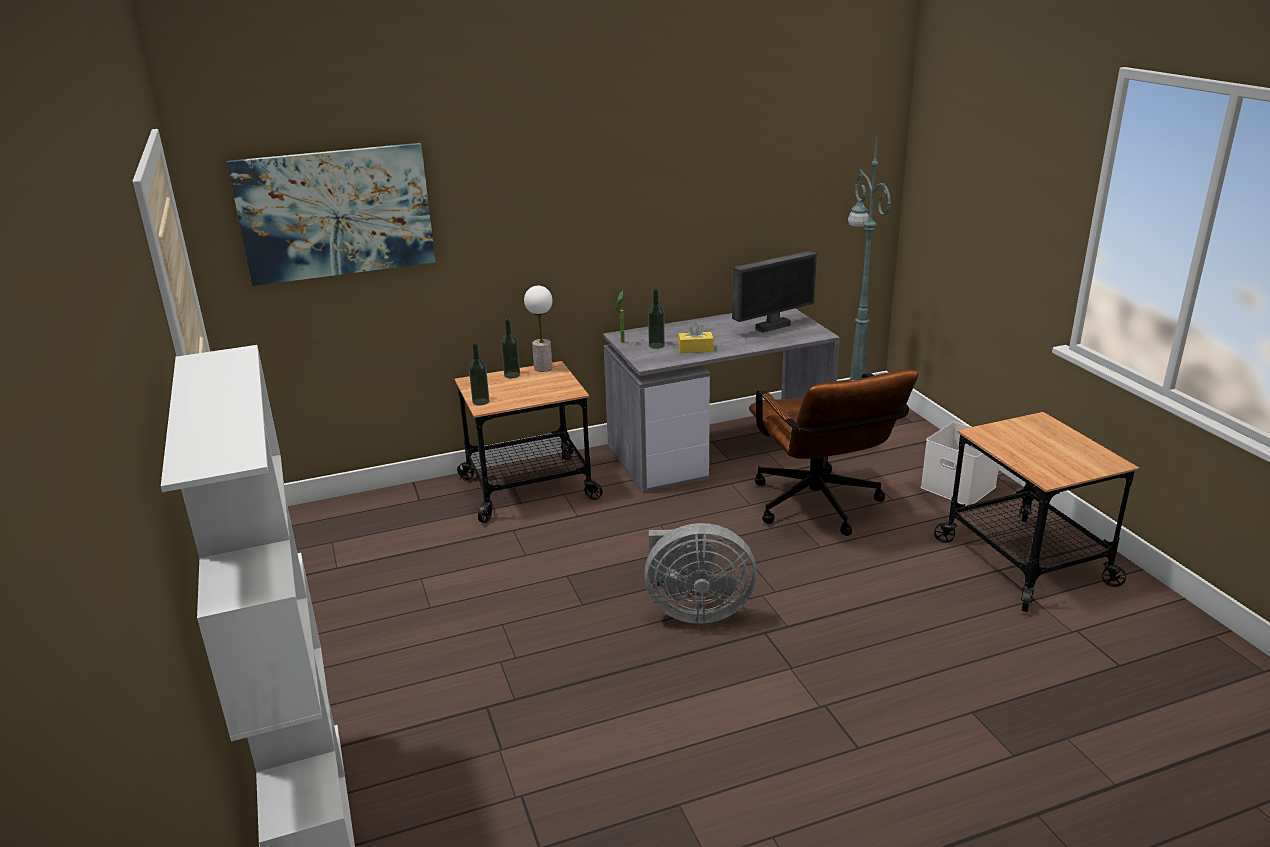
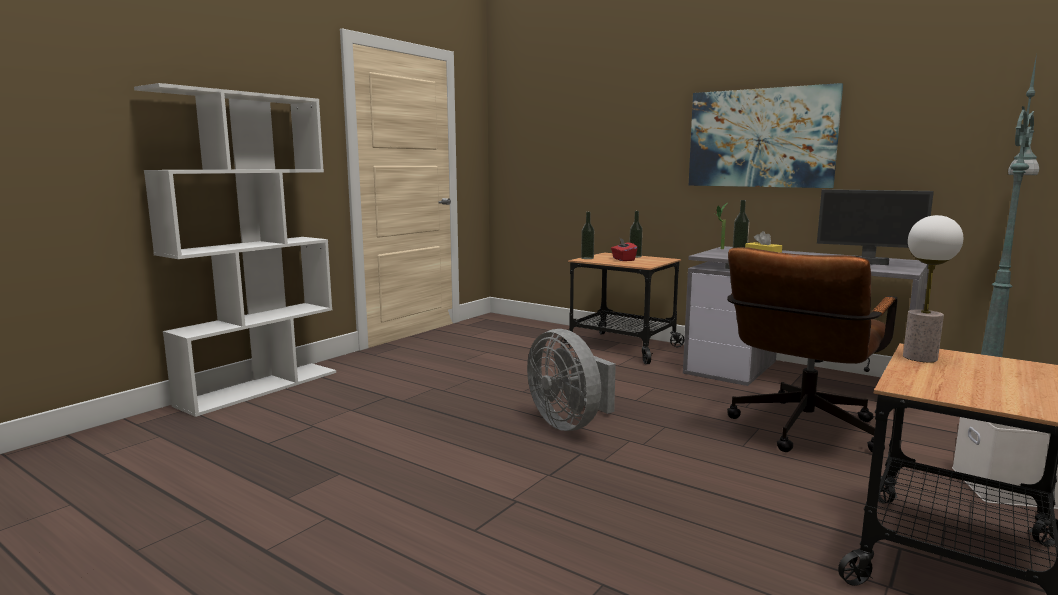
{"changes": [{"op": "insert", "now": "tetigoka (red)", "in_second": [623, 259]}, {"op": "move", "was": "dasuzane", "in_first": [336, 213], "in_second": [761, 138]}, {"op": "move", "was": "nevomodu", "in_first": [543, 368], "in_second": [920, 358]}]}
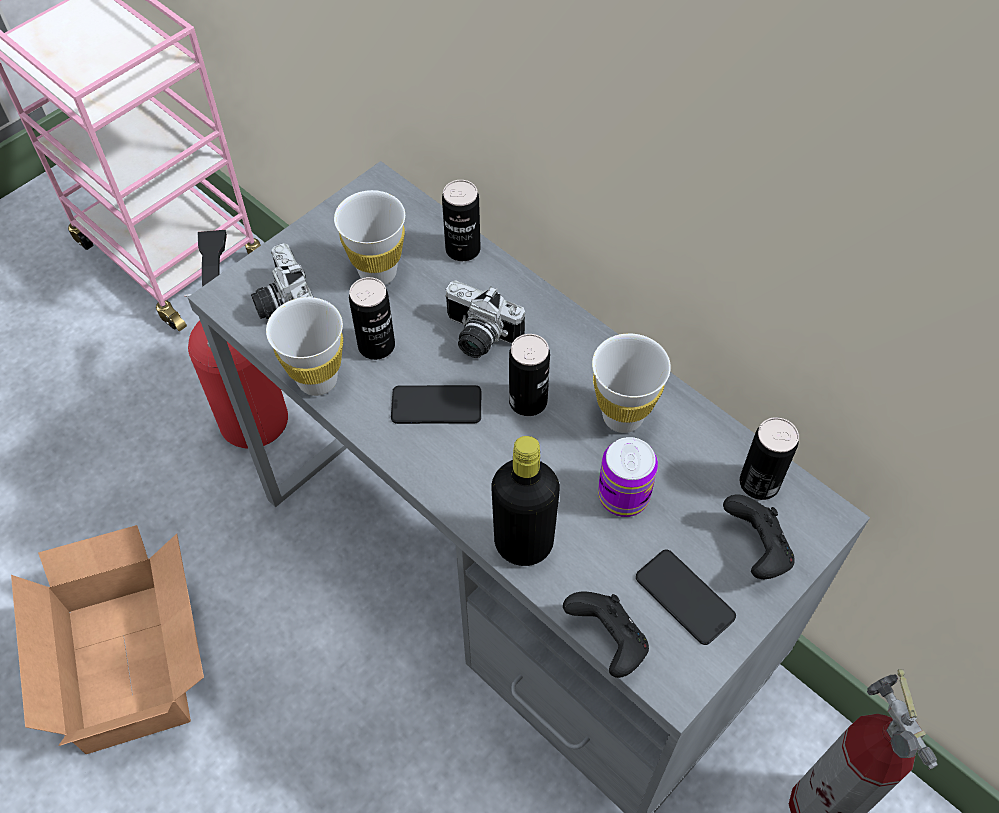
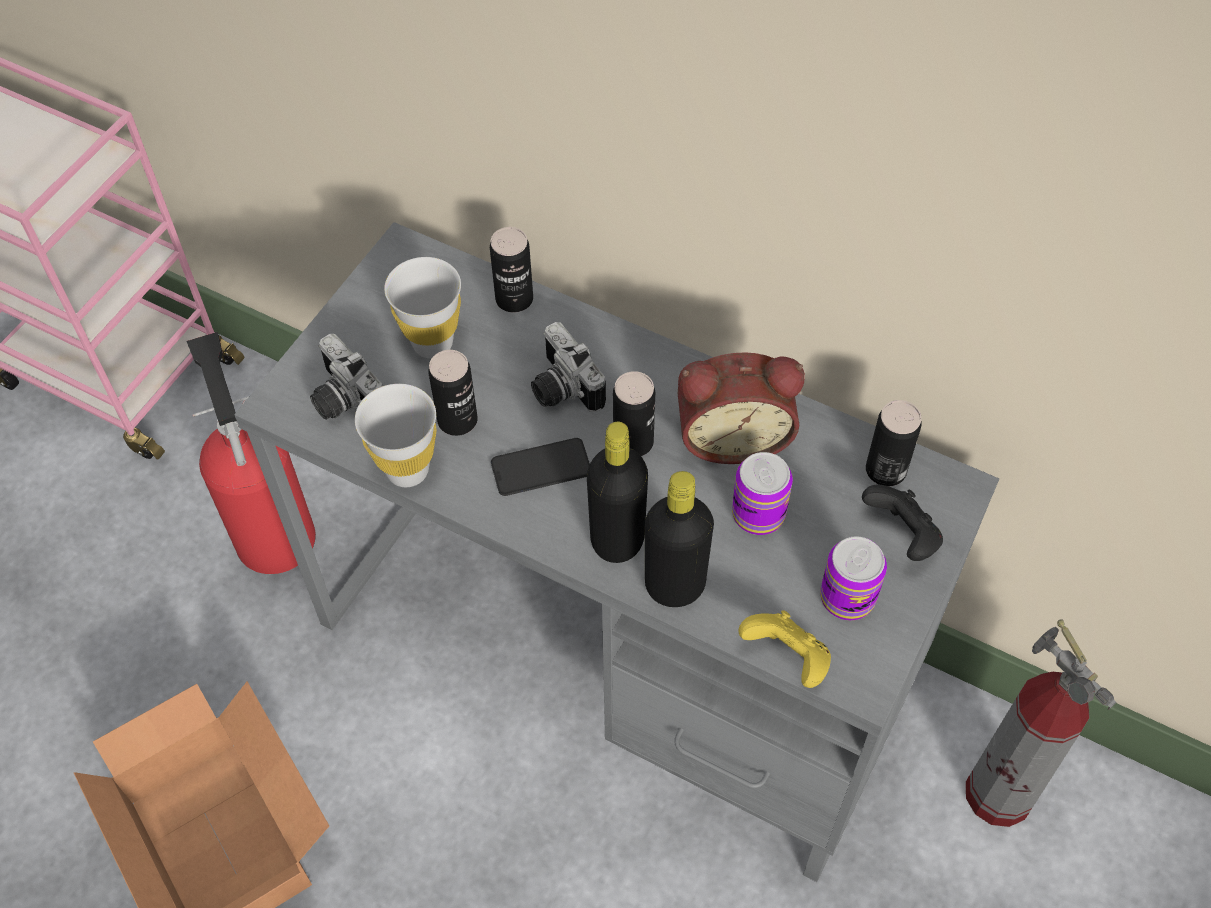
{"changes": [{"op": "insert", "now": "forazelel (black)", "in_second": [617, 540]}, {"op": "replace", "was": "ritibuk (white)", "now": "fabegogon", "in_first": [622, 416], "in_second": [733, 435]}, {"op": "replace", "was": "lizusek", "now": "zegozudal", "in_first": [684, 597], "in_second": [847, 597]}, {"op": "recolor", "was": "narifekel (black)", "now": "narifekel (yellow)", "in_first": [608, 641], "in_second": [787, 659]}, {"op": "rotate", "was": "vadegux", "in_first": [478, 338], "in_second": [561, 388], "clockwise": 45}]}
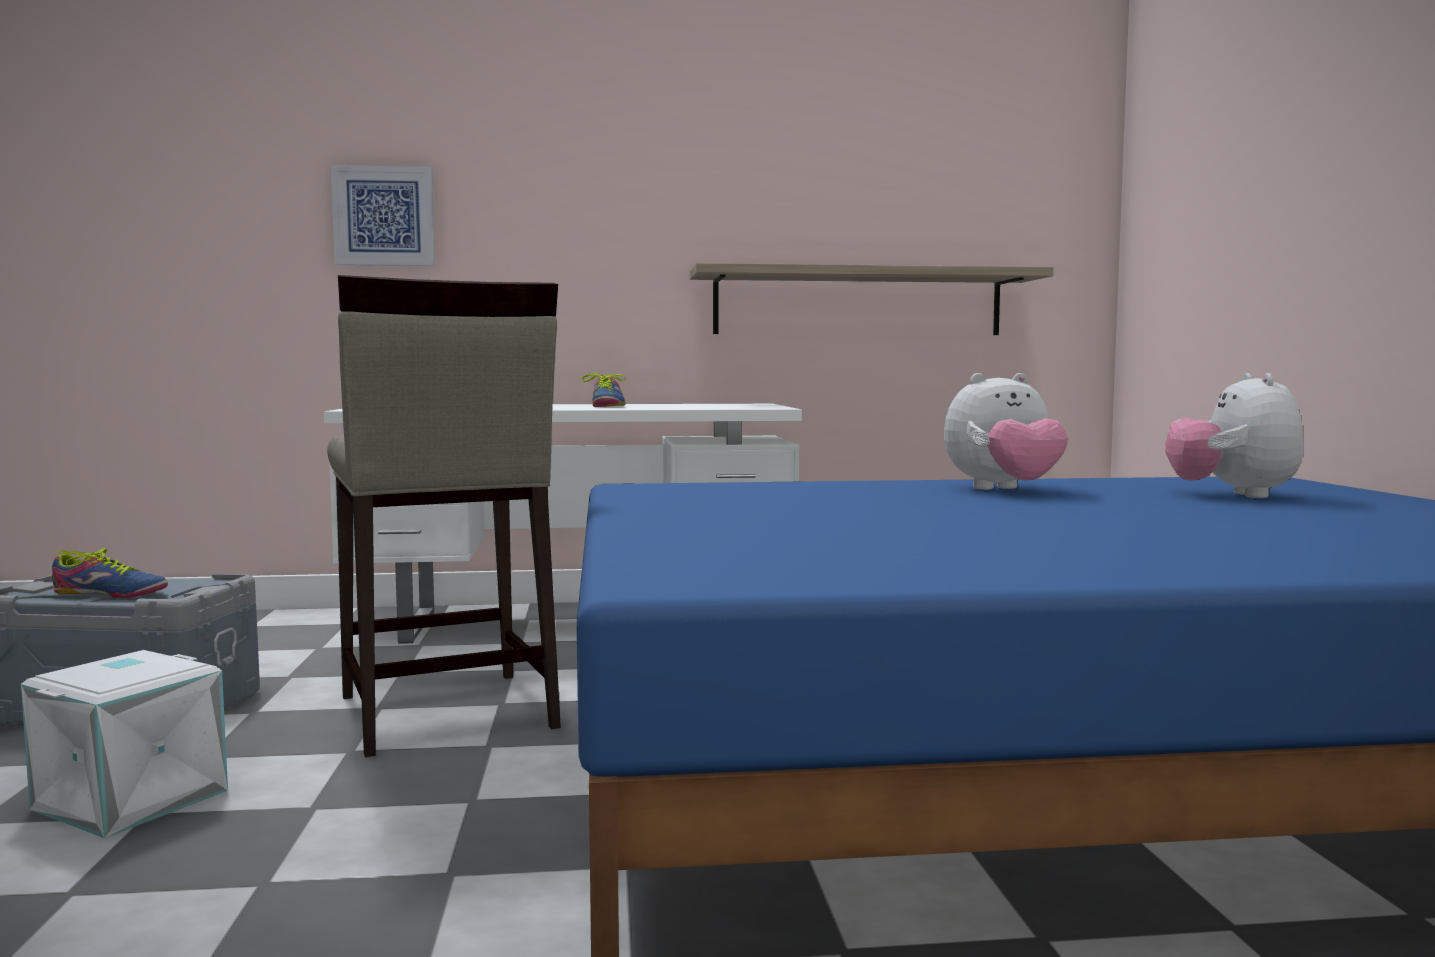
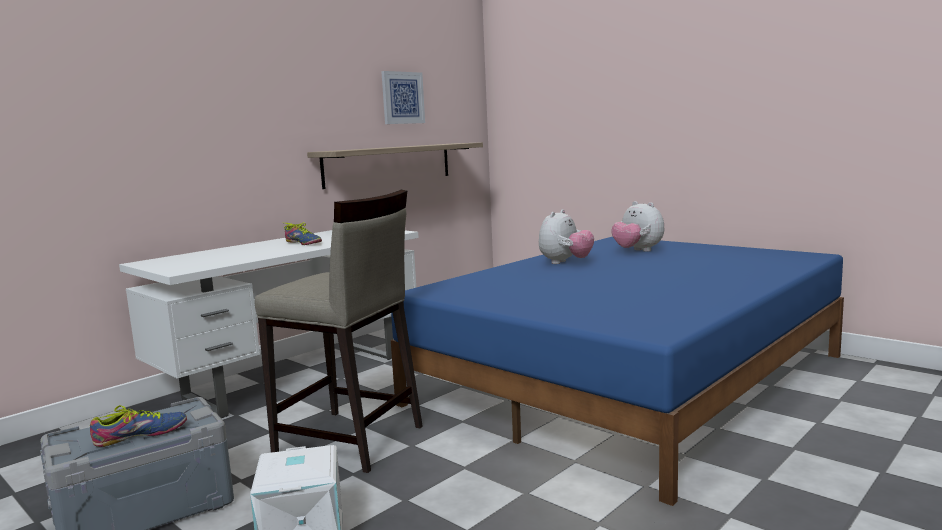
{"changes": [{"op": "move", "was": "dasuzane", "in_first": [384, 216], "in_second": [402, 98]}]}
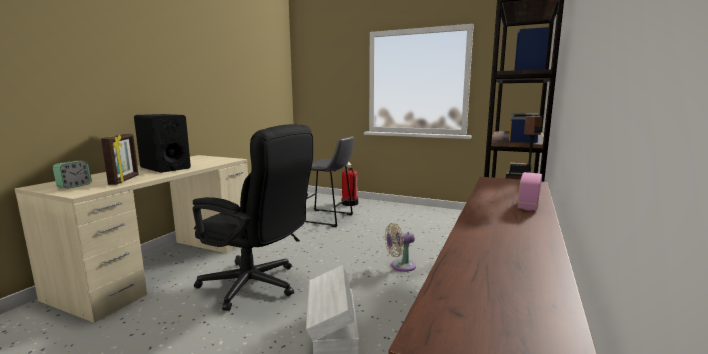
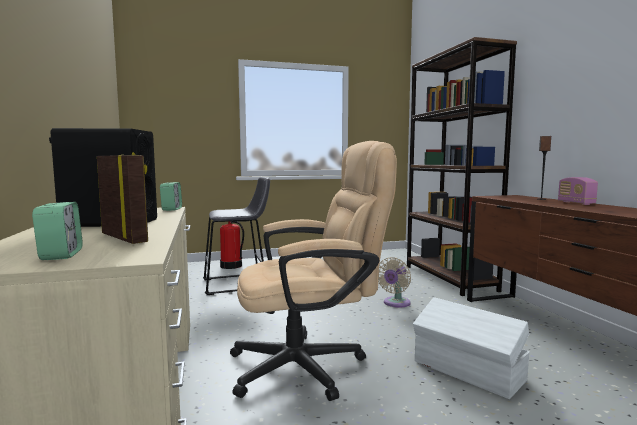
{"changes": [{"op": "insert", "now": "fabegogon", "in_second": [172, 209]}, {"op": "recolor", "was": "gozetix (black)", "now": "gozetix (beige)", "in_first": [257, 286], "in_second": [310, 365]}]}
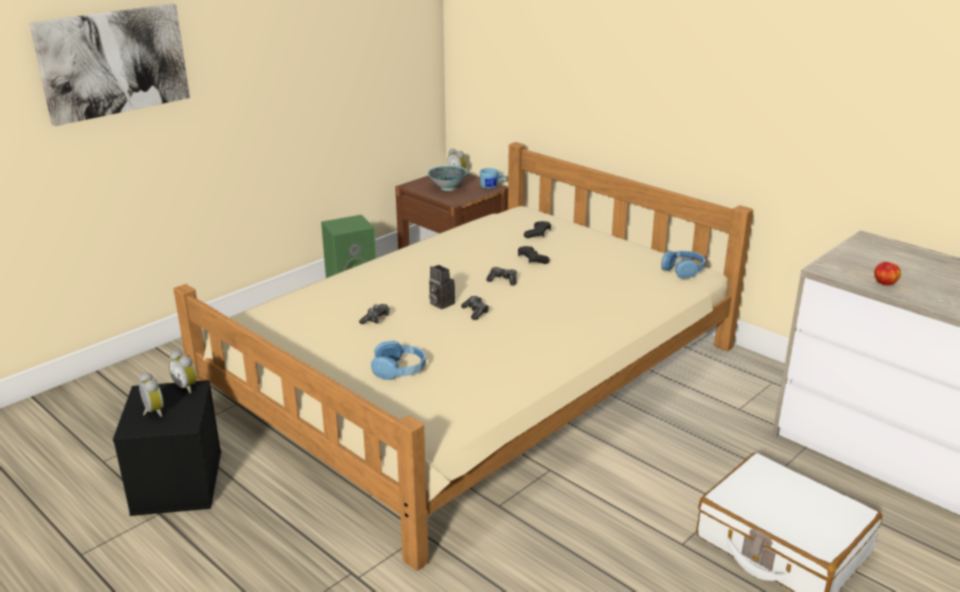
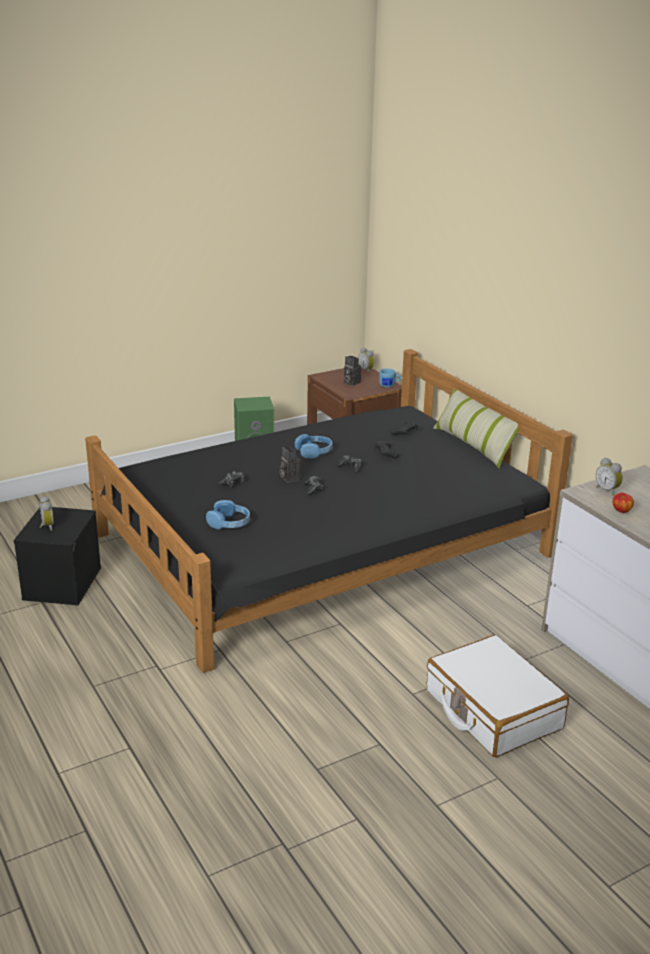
{"changes": [{"op": "delete", "was": "dasuzane", "in_first": [113, 62]}, {"op": "insert", "now": "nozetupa", "in_second": [474, 445]}, {"op": "move", "was": "fabegogon", "in_first": [187, 387], "in_second": [607, 490]}, {"op": "move", "was": "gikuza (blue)", "in_first": [683, 270], "in_second": [314, 452]}, {"op": "replace", "was": "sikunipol", "now": "vadegux", "in_first": [448, 188], "in_second": [350, 382]}, {"op": "recolor", "was": "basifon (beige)", "now": "basifon (black)", "in_first": [477, 376], "in_second": [321, 544]}]}
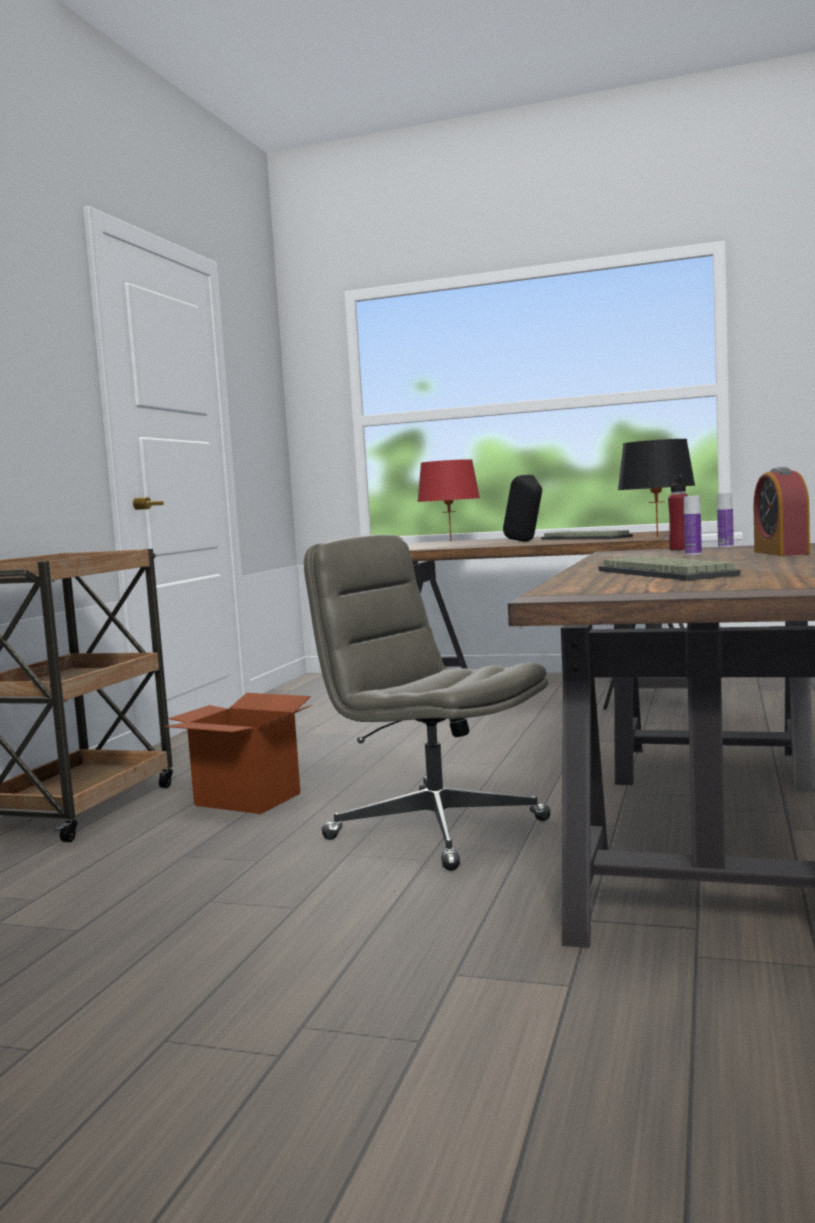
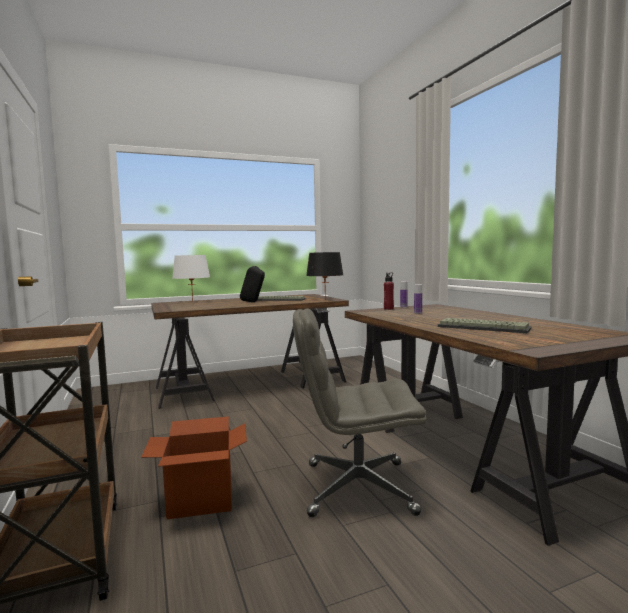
{"changes": [{"op": "delete", "was": "fabegogon", "in_first": [781, 553]}, {"op": "recolor", "was": "nevomodu (red)", "now": "nevomodu (white)", "in_first": [450, 541], "in_second": [192, 301]}]}
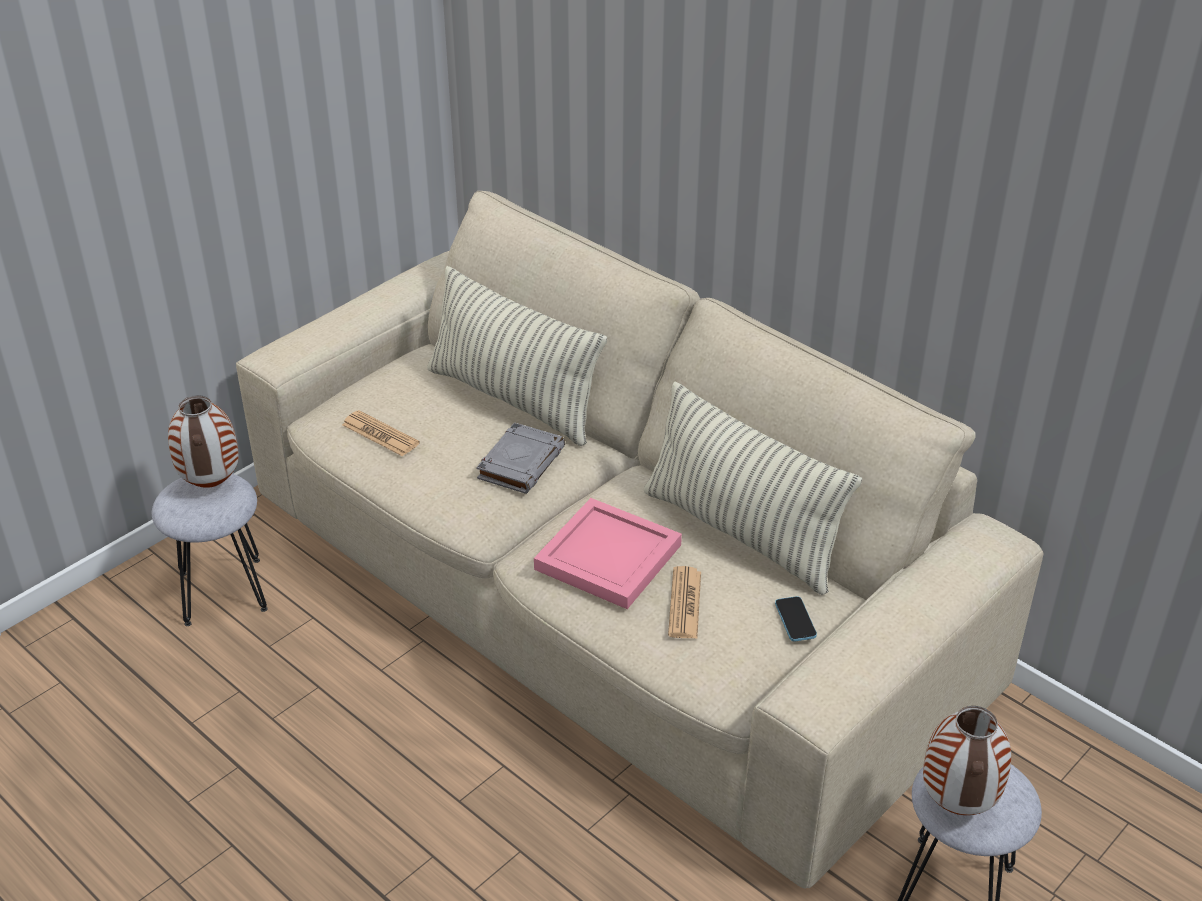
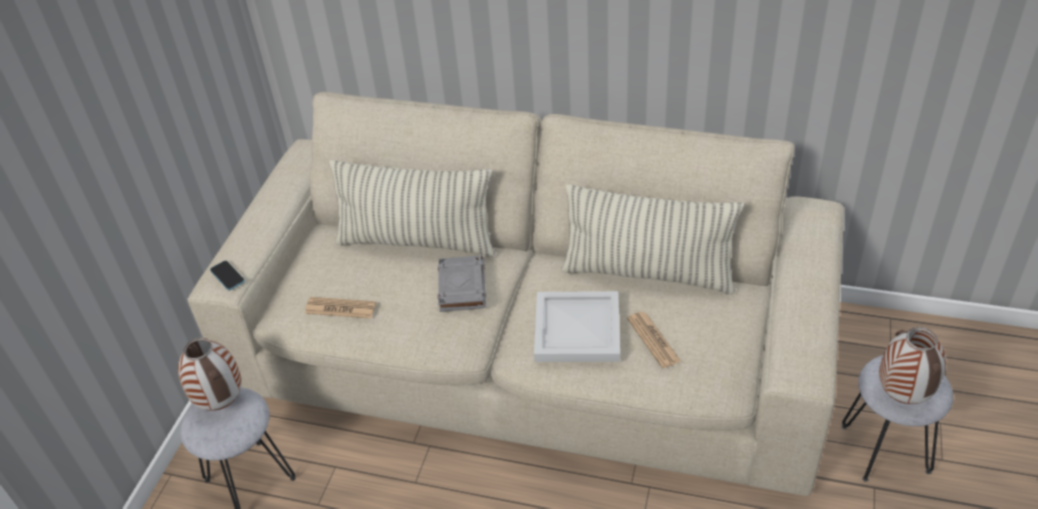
{"changes": [{"op": "move", "was": "lizusek", "in_first": [795, 620], "in_second": [227, 276]}, {"op": "recolor", "was": "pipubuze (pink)", "now": "pipubuze (white)", "in_first": [607, 555], "in_second": [576, 328]}]}
